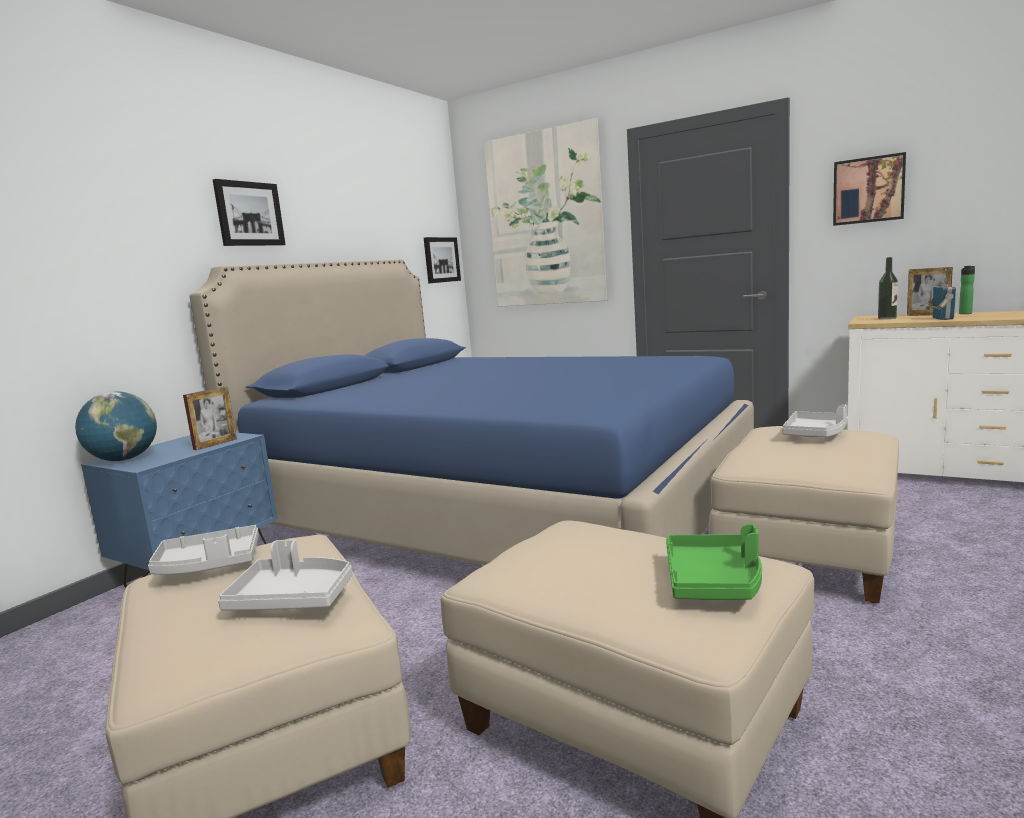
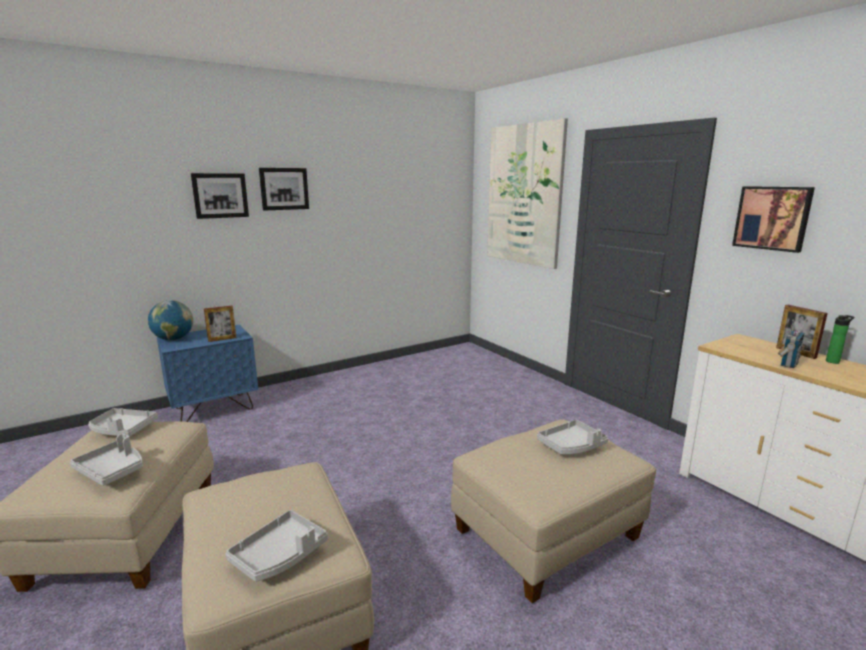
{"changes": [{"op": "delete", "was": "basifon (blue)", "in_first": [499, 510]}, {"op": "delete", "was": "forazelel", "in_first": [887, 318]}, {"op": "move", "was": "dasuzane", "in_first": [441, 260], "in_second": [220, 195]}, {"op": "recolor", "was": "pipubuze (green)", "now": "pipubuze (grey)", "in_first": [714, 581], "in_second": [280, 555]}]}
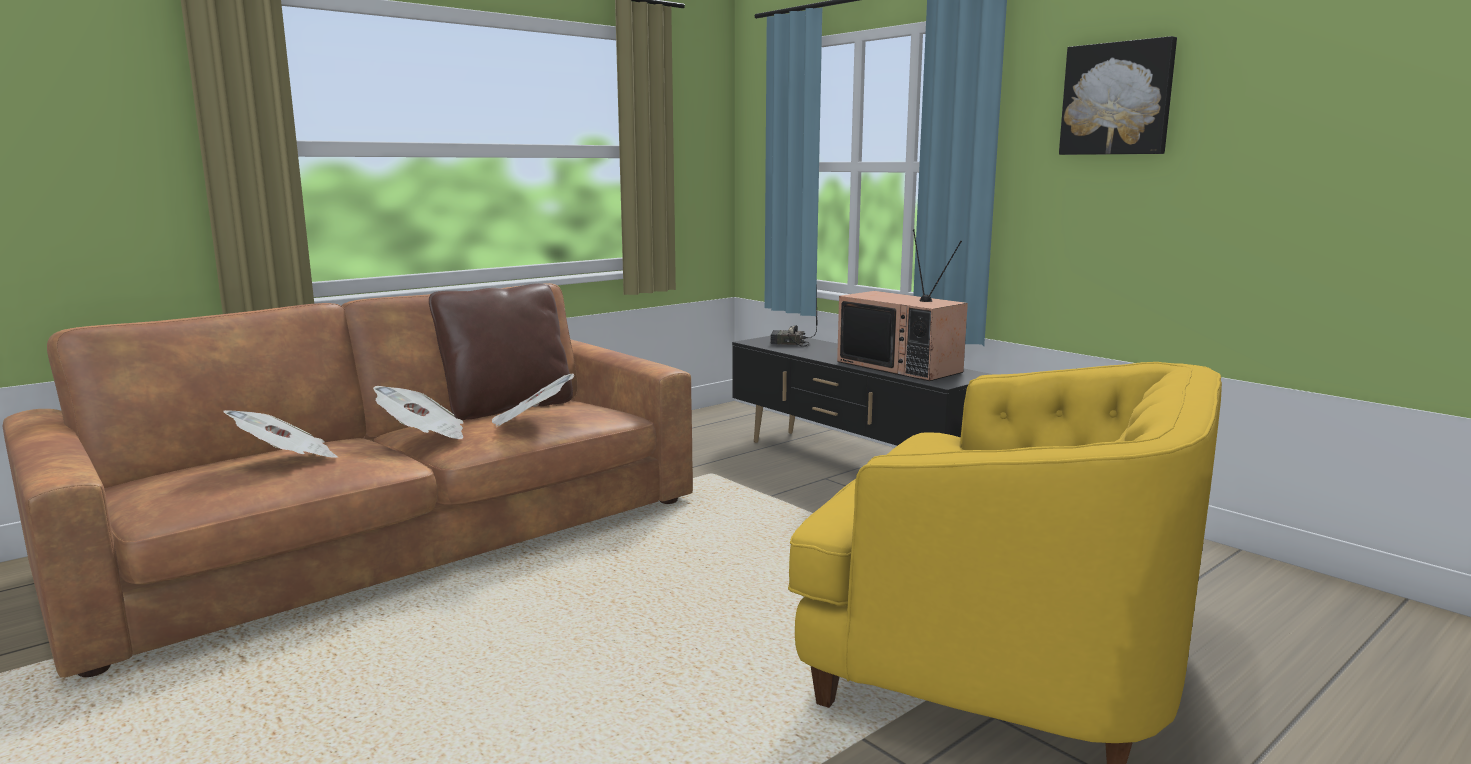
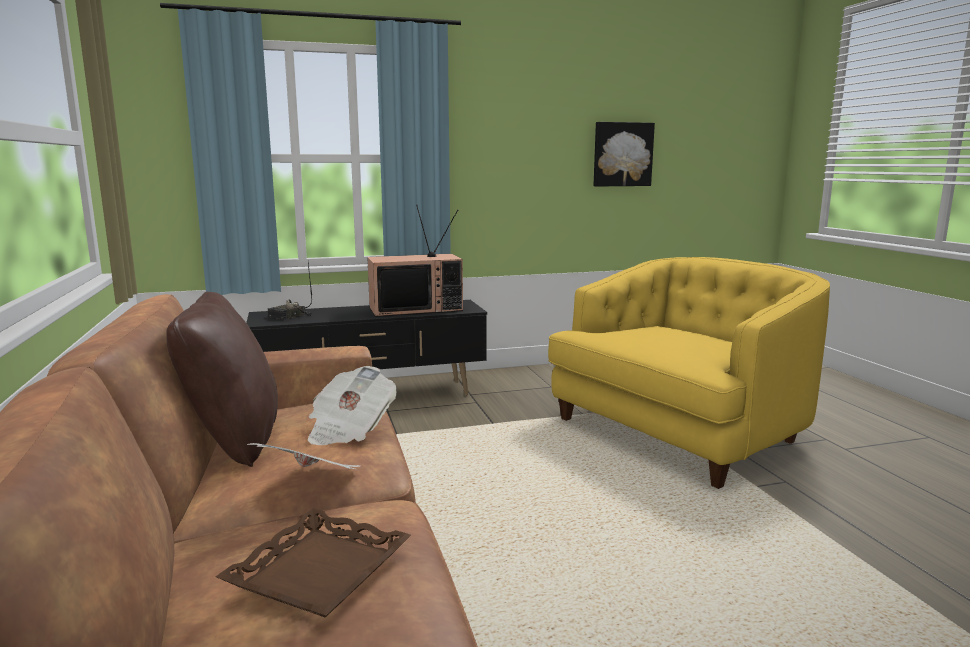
{"changes": [{"op": "move", "was": "dasuzane", "in_first": [1117, 99], "in_second": [622, 154]}, {"op": "replace", "was": "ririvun", "now": "pipubuze (brown)", "in_first": [287, 459], "in_second": [318, 571]}]}
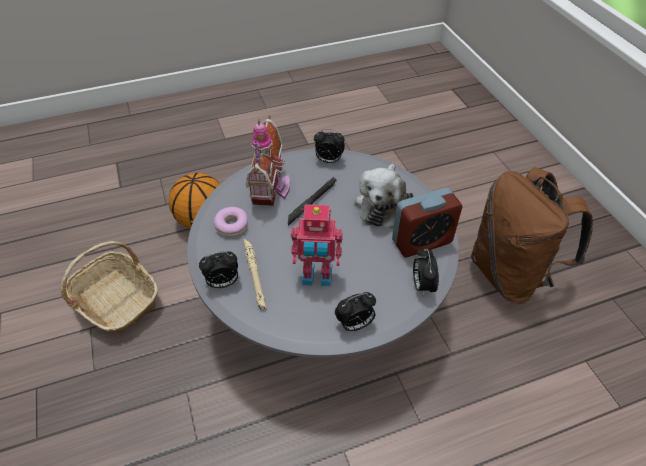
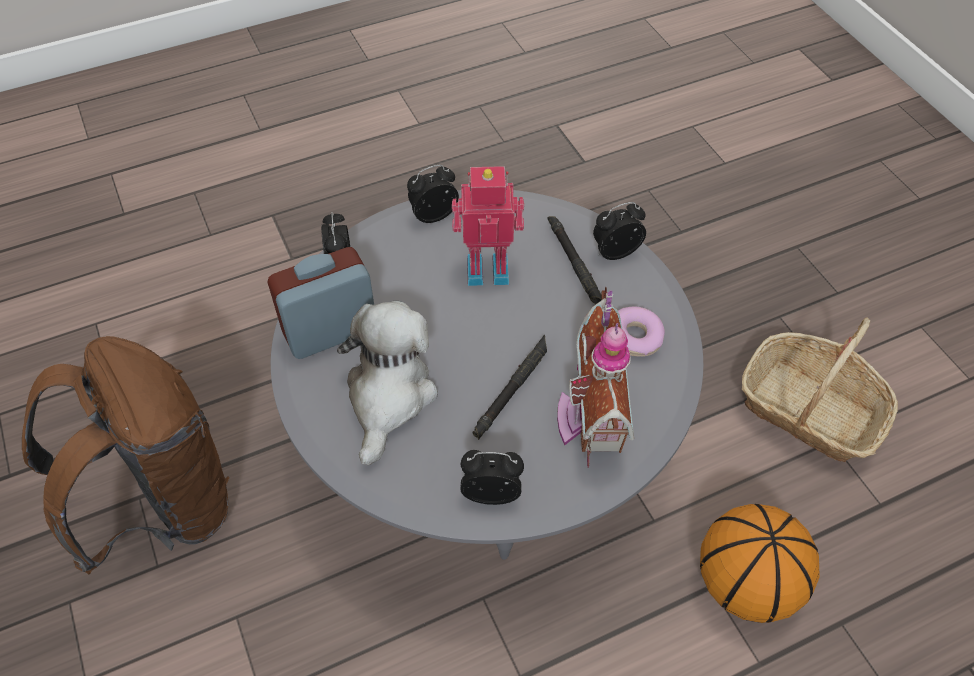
{"changes": [{"op": "recolor", "was": "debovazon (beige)", "now": "debovazon (black)", "in_first": [254, 275], "in_second": [575, 264]}]}
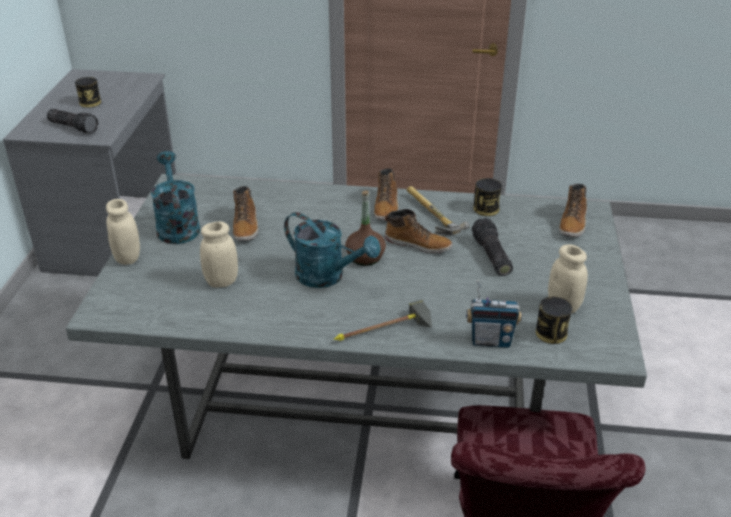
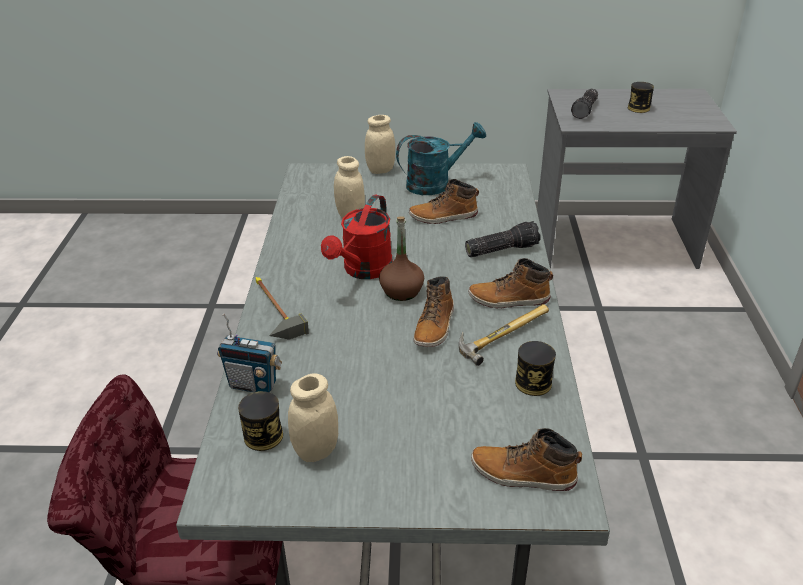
{"changes": [{"op": "move", "was": "debovazon", "in_first": [490, 255], "in_second": [501, 249]}, {"op": "recolor", "was": "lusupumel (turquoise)", "now": "lusupumel (red)", "in_first": [328, 276], "in_second": [363, 271]}, {"op": "rotate", "was": "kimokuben", "in_first": [490, 341], "in_second": [253, 385], "clockwise": -75}]}
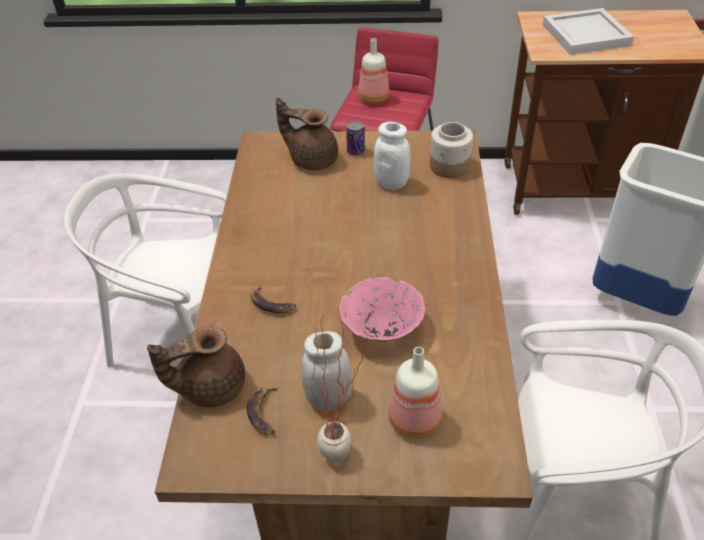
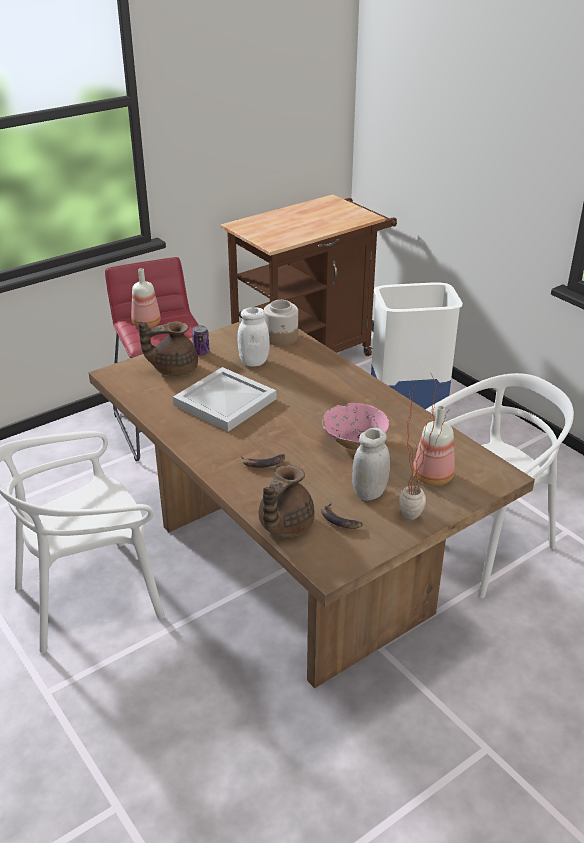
{"changes": [{"op": "move", "was": "pipubuze (white)", "in_first": [587, 35], "in_second": [227, 402]}]}
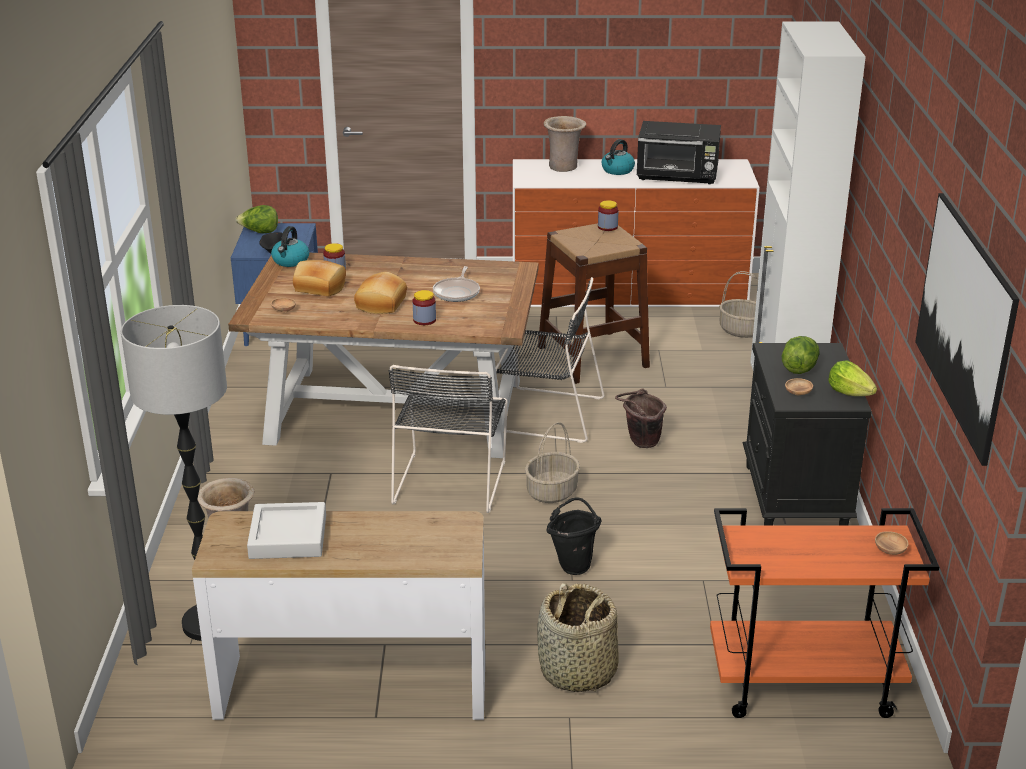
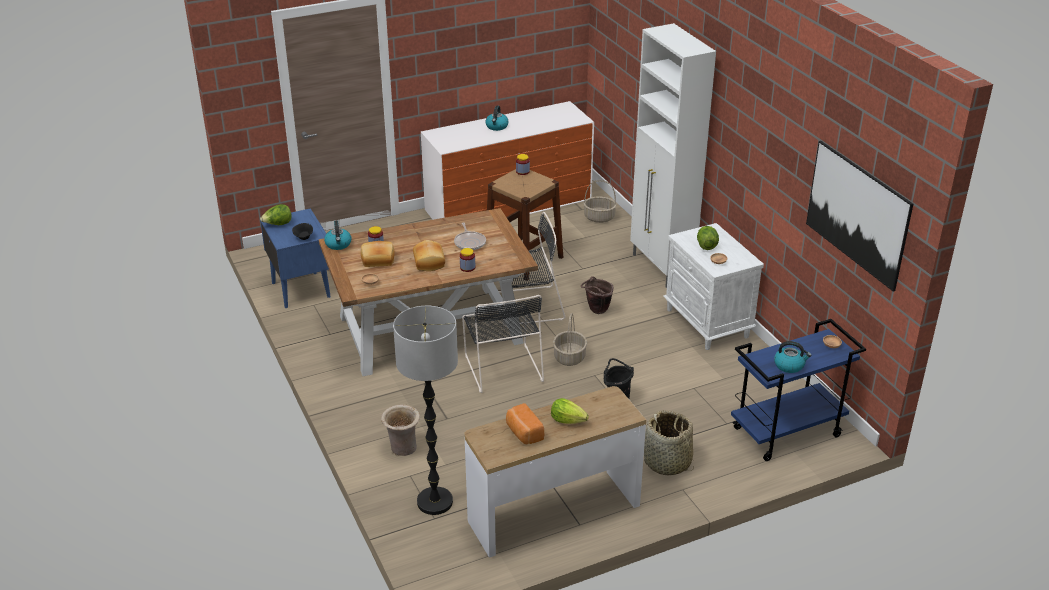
{"changes": [{"op": "delete", "was": "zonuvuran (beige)", "in_first": [564, 167]}, {"op": "delete", "was": "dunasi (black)", "in_first": [678, 176]}, {"op": "insert", "now": "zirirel", "in_second": [789, 365]}, {"op": "move", "was": "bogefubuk", "in_first": [849, 393], "in_second": [567, 420]}, {"op": "replace", "was": "pipubuze (grey)", "now": "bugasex", "in_first": [288, 537], "in_second": [523, 433]}, {"op": "recolor", "was": "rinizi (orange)", "now": "rinizi (blue)", "in_first": [802, 686], "in_second": [786, 433]}, {"op": "recolor", "was": "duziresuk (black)", "now": "duziresuk (white)", "in_first": [795, 499], "in_second": [708, 323]}]}
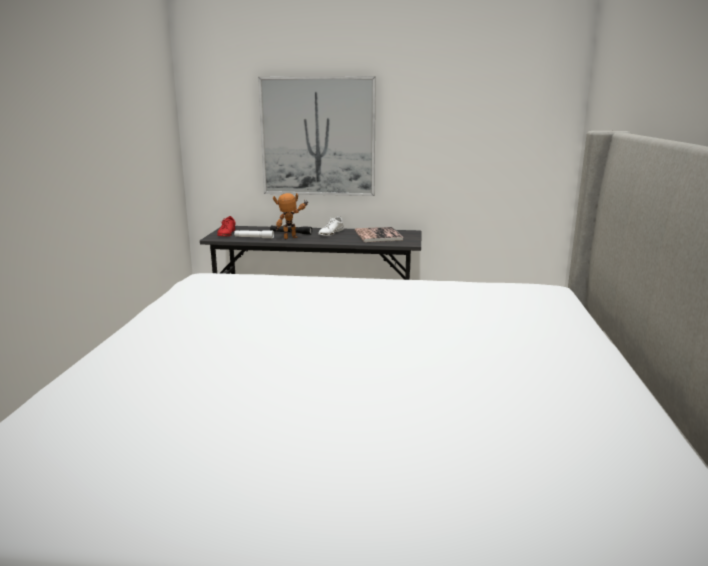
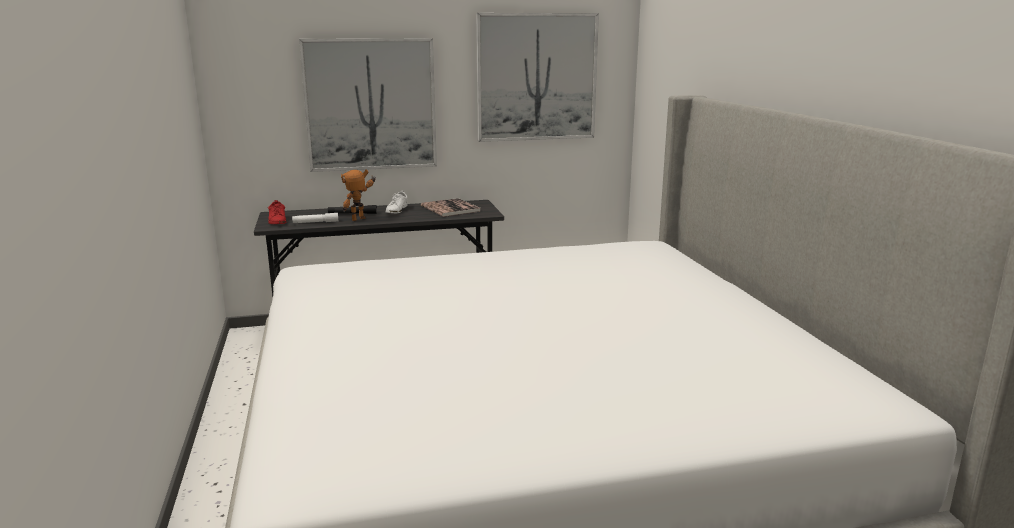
{"changes": [{"op": "insert", "now": "dasuzane", "in_second": [536, 77]}]}
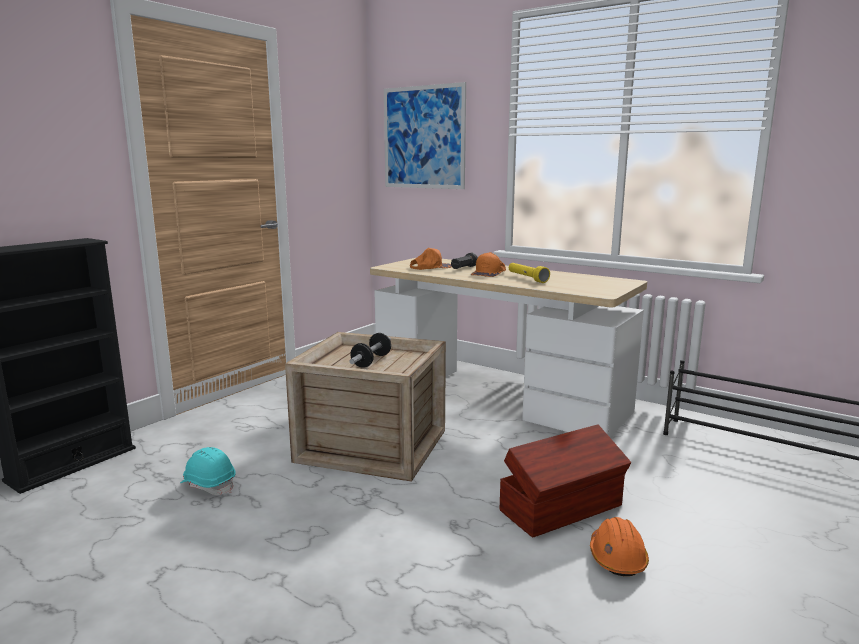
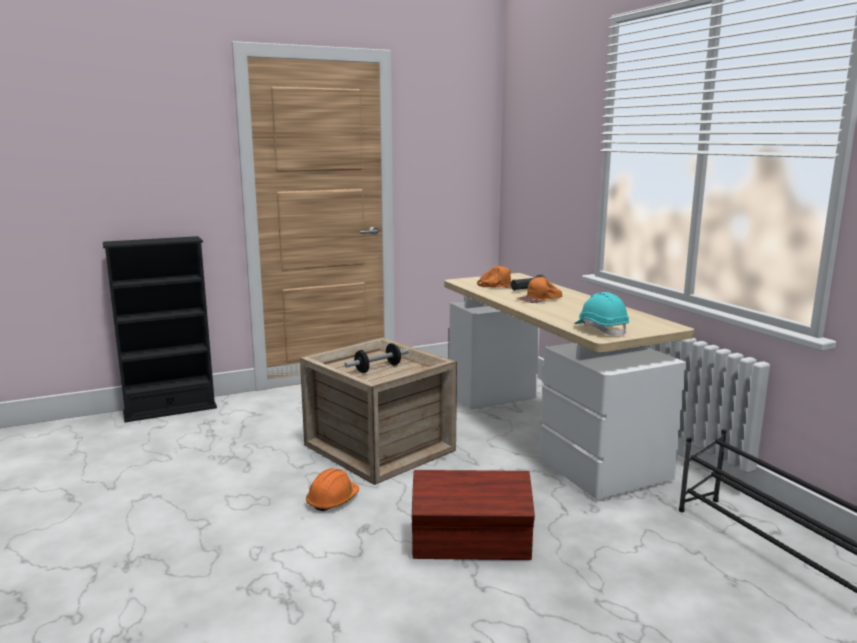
{"changes": [{"op": "delete", "was": "dasuzane", "in_first": [423, 137]}, {"op": "delete", "was": "debovazon (yellow)", "in_first": [527, 278]}, {"op": "move", "was": "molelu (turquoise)", "in_first": [208, 485], "in_second": [601, 330]}, {"op": "move", "was": "molelu (orange)", "in_first": [617, 558], "in_second": [332, 500]}]}
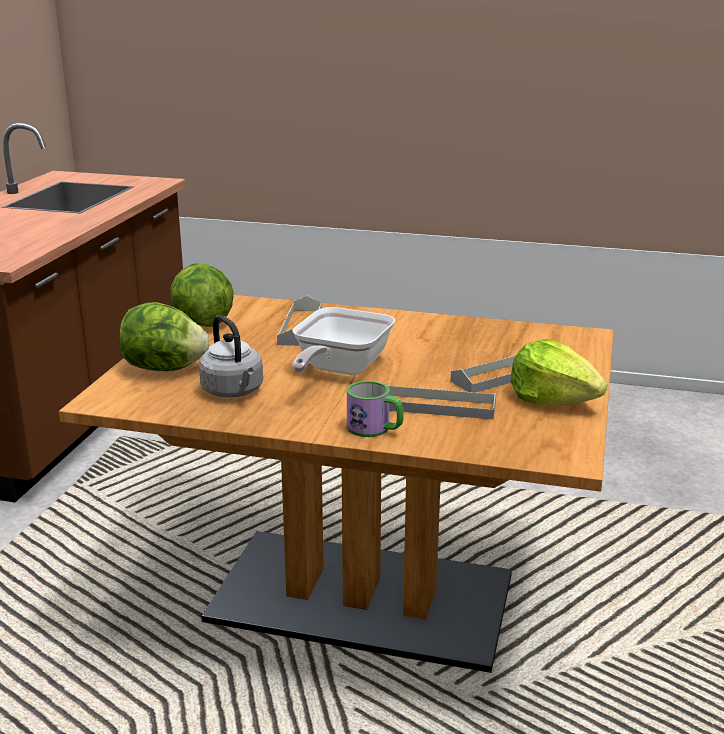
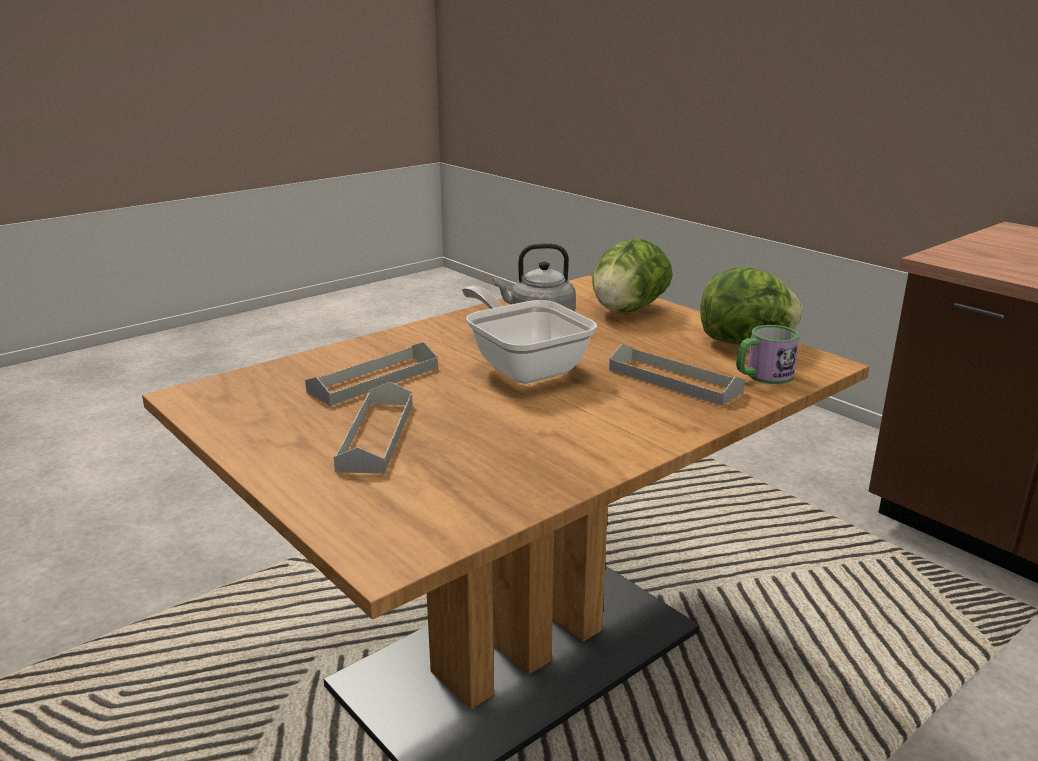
{"changes": [{"op": "delete", "was": "bogefubuk", "in_first": [553, 399]}, {"op": "move", "was": "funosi", "in_first": [375, 429], "in_second": [762, 376]}]}
